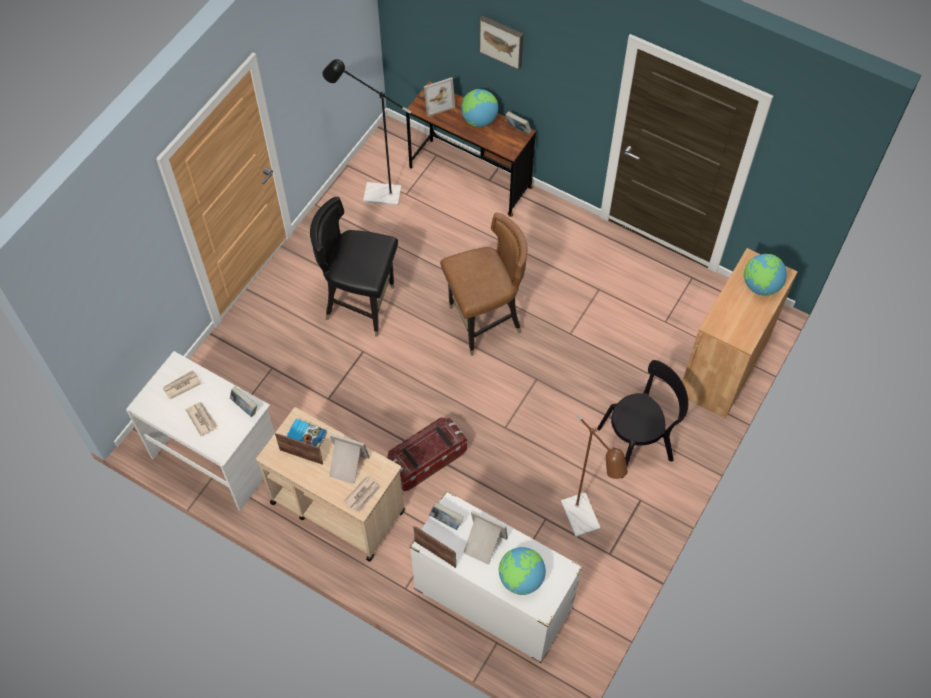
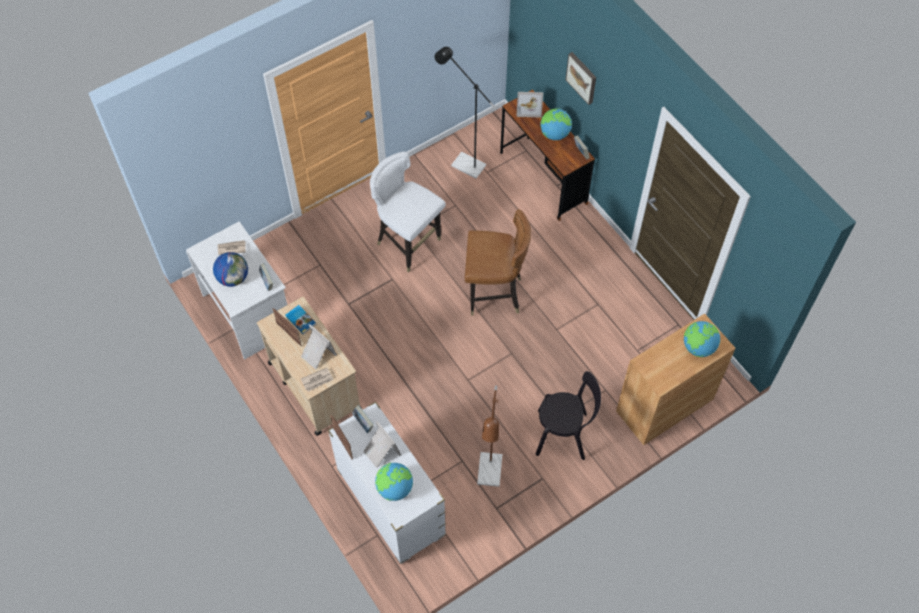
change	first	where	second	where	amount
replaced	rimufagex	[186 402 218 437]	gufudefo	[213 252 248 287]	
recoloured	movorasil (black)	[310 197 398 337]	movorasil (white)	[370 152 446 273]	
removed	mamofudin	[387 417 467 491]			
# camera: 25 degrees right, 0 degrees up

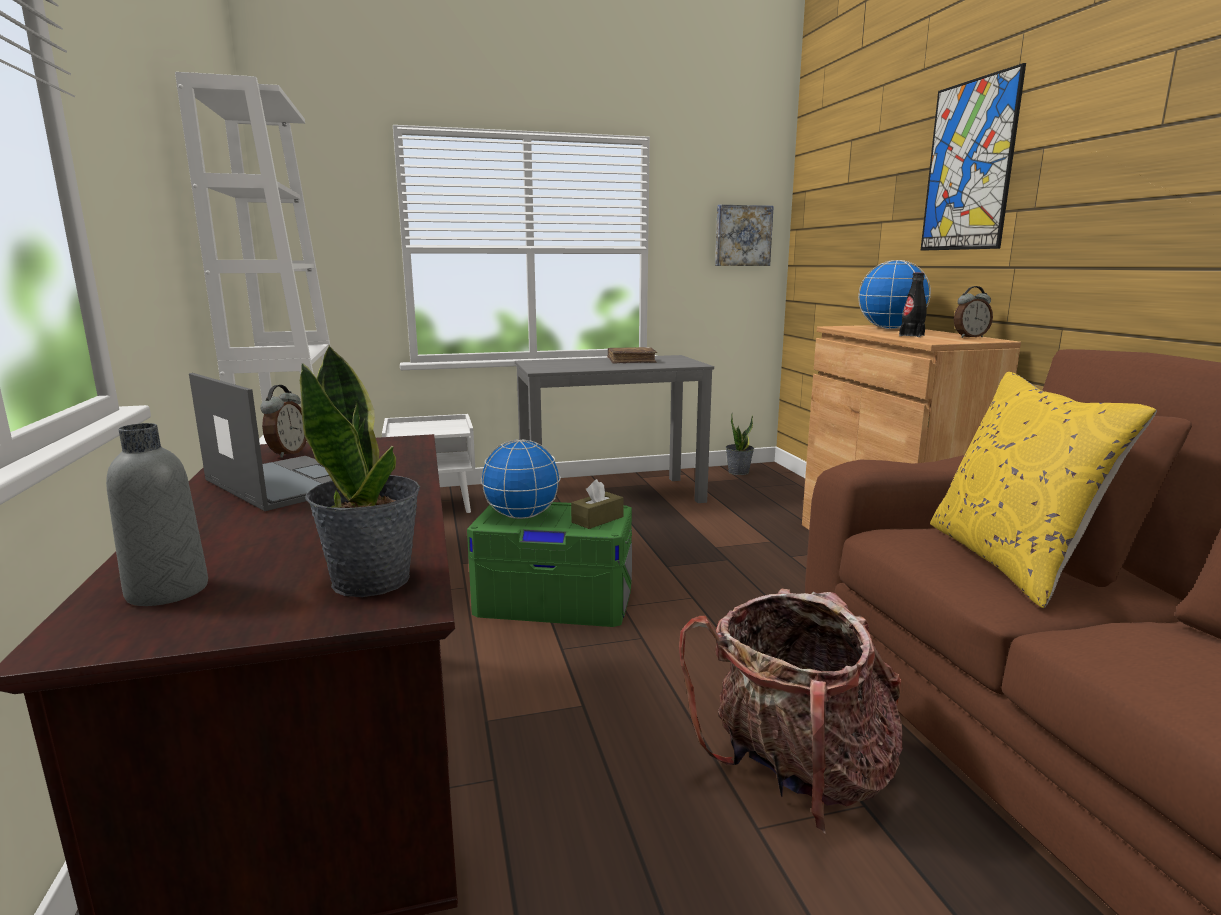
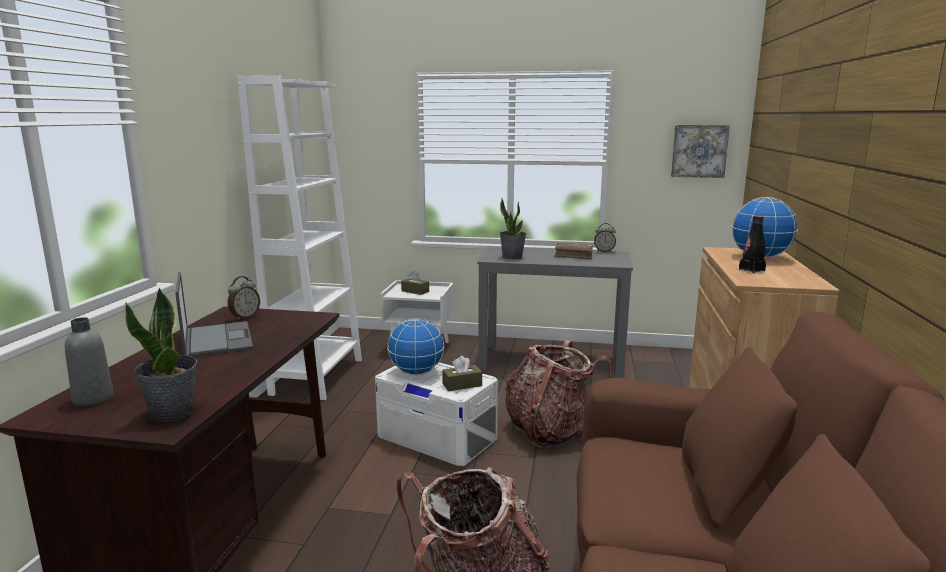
change	first	where	second	where	amount
recoloured	mamofudin (green)	[467 502 632 627]	mamofudin (white)	[375 363 498 466]	
added			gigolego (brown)	[401 271 429 295]	
moved	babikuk	[725 413 754 475]		[500 199 526 259]	
added			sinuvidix	[505 340 611 447]	
moved	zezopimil	[954 286 993 338]		[594 223 616 252]	
removed	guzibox	[921 63 1026 251]			
removed	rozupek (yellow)	[930 372 1157 608]			
# camera: 25 degrees right, 0 degrees up

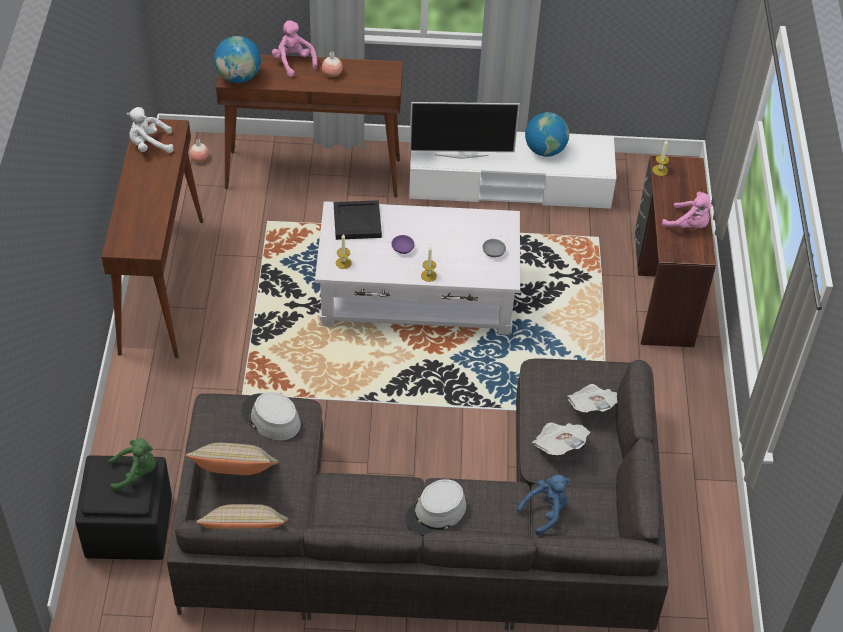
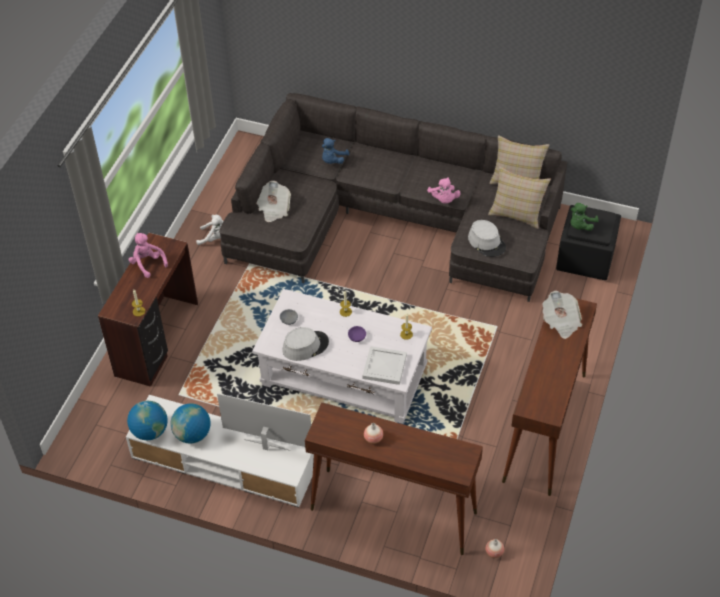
change	first	where	second	where	amount
moved	gufudefo	[214 36 261 83]		[127 401 168 440]	
moved	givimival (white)	[127 107 174 153]		[196 215 223 245]	
moved	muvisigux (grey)	[405 479 466 536]		[282 327 329 361]	
turned	givimival (blue)	[517 475 570 535]		[322 138 349 164]	45 degrees counterclockwise
recoloured	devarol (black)	[334 200 382 240]	devarol (white)	[363 346 407 385]	
moved	givimival (pink)	[272 21 317 77]		[427 177 461 204]	
moved	rimufagex	[532 422 590 455]		[542 290 582 339]	
turned	givimival (green)	[109 439 156 491]		[571 203 598 231]	60 degrees counterclockwise
# camera: 160 degrees left, 0 degrees up

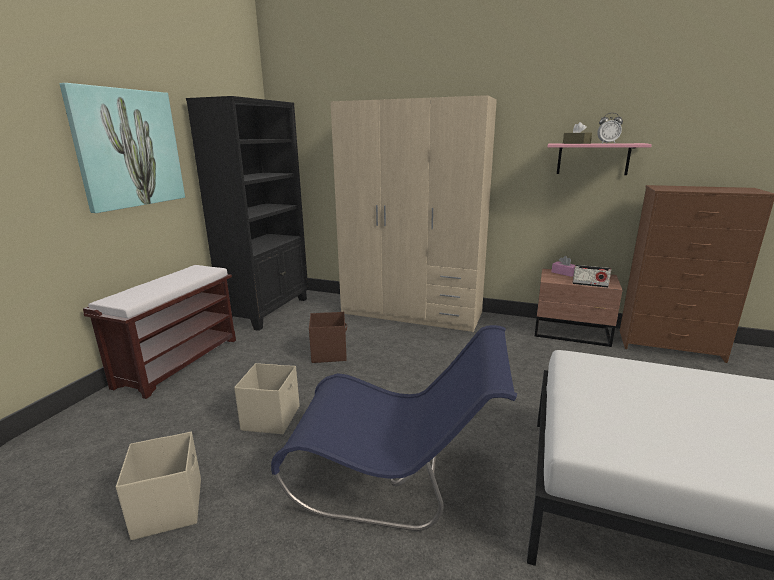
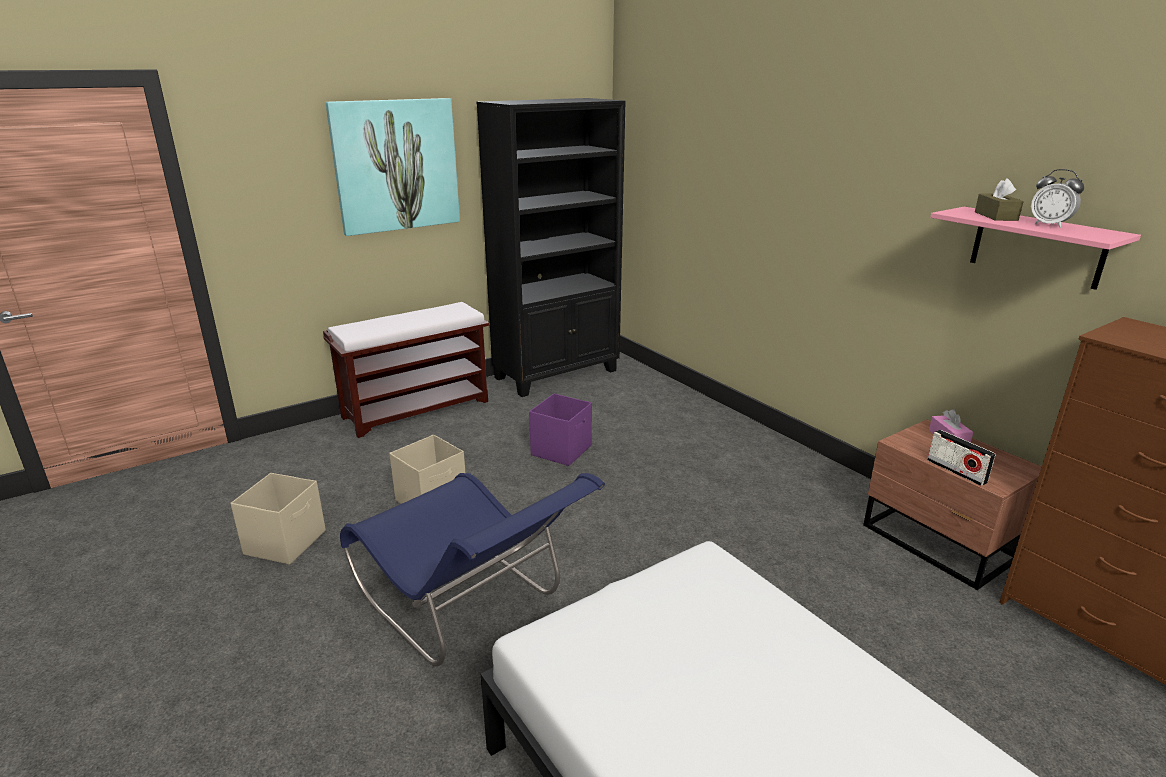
change	first	where	second	where	amount
recoloured	mamofudin (brown)	[309 312 347 363]	mamofudin (purple)	[529 394 592 466]	
removed	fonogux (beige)	[331 95 497 332]			
# camera: 35 degrees right, 5 degrees up

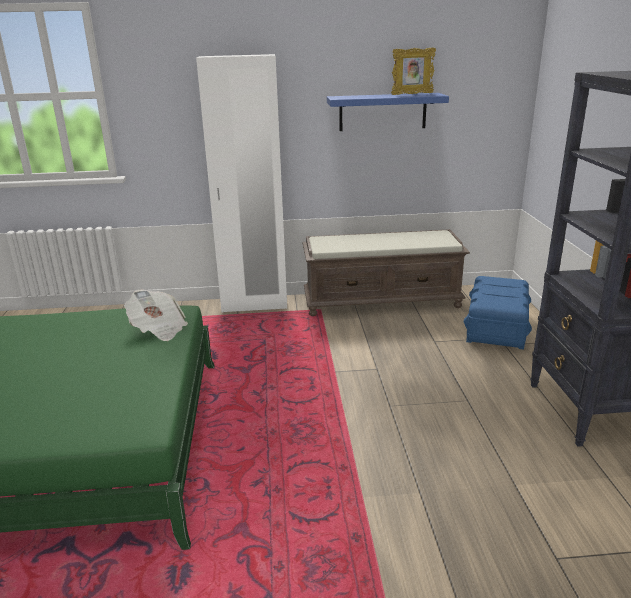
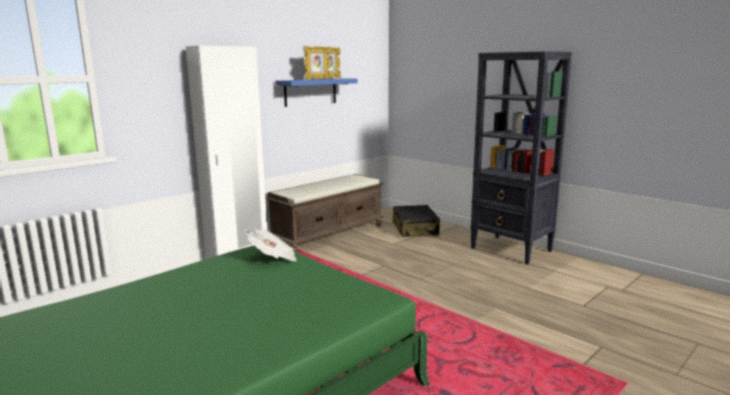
change	first	where	second	where	amount
added			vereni	[303 46 331 80]	
replaced	mamofudin (blue)	[464 276 532 350]	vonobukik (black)	[393 205 440 237]	
# camera: 40 degrees left, 10 degrees down

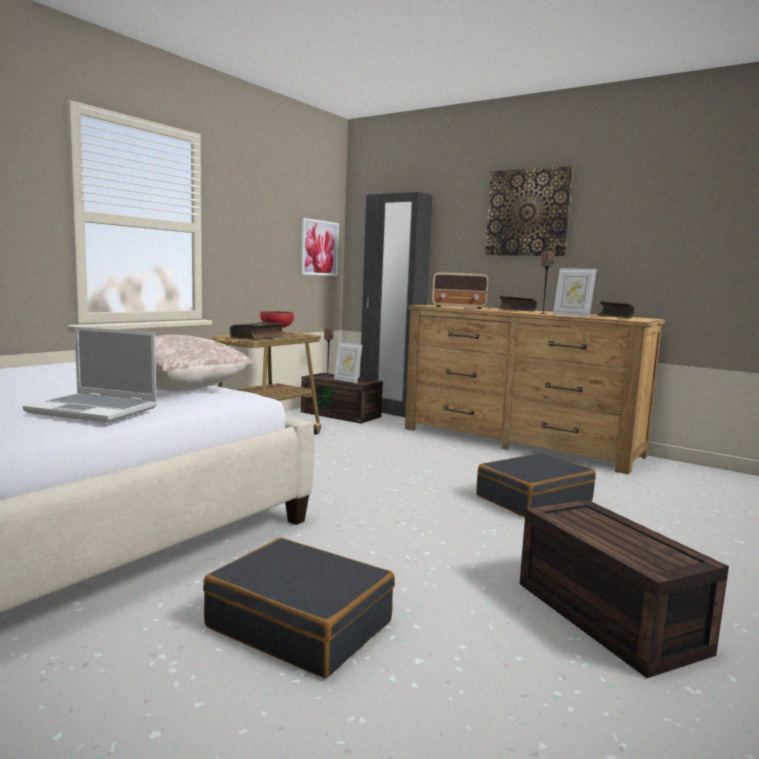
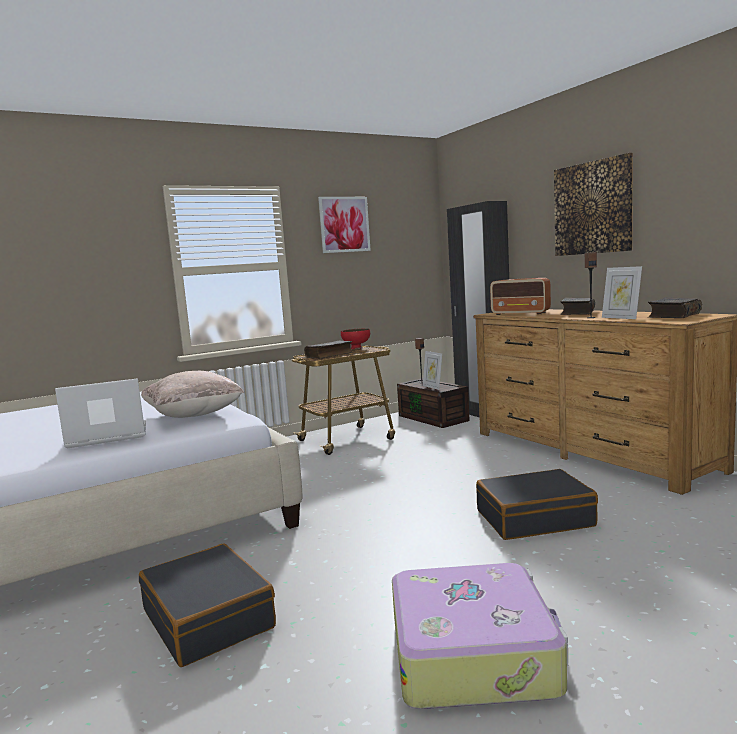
change	first	where	second	where	amount
turned	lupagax	[23 327 157 423]		[55 378 146 448]	120 degrees clockwise
moved	guzibox	[301 218 339 276]		[318 197 371 253]	
replaced	mamofudin (brown)	[520 500 729 678]	vonobukik	[392 563 568 709]	
# camera: 25 degrees right, 0 degrees up

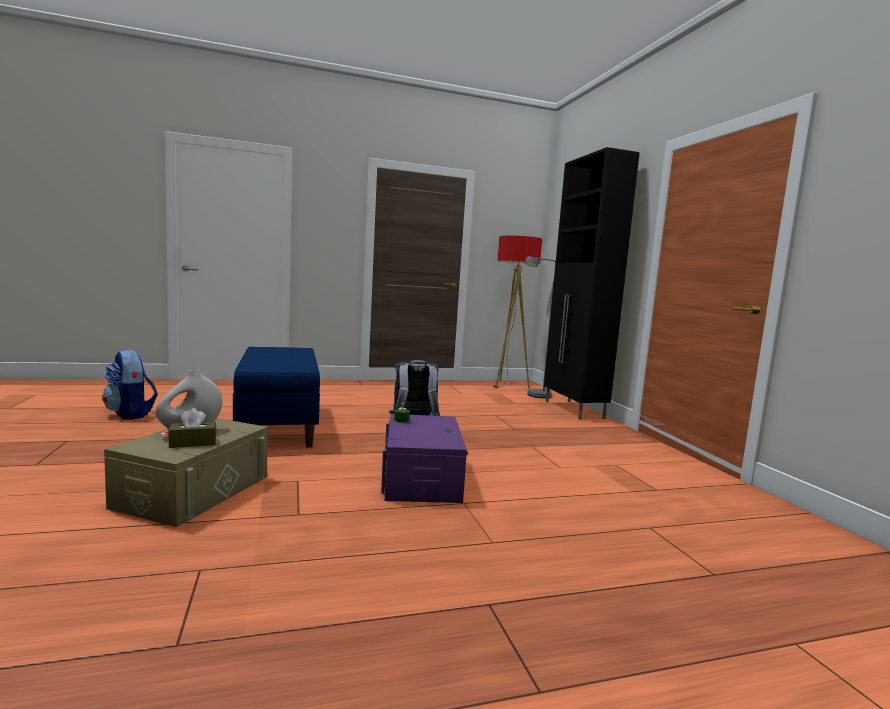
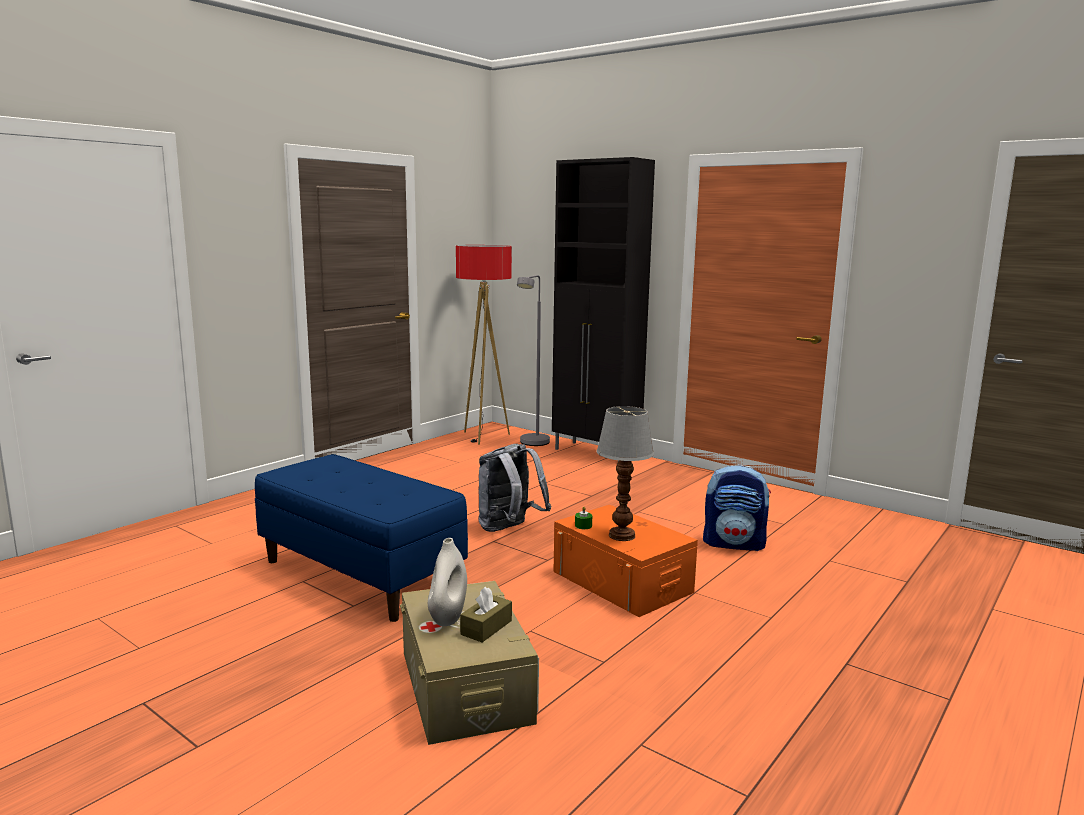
change	first	where	second	where	amount
recoloured	mamofudin (purple)	[381 414 468 503]	mamofudin (orange)	[553 505 698 617]	
added			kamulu	[596 406 654 541]	
moved	sinuvidix	[102 350 158 420]		[703 465 771 551]	
# camera: 35 degrees left, 5 degrees up

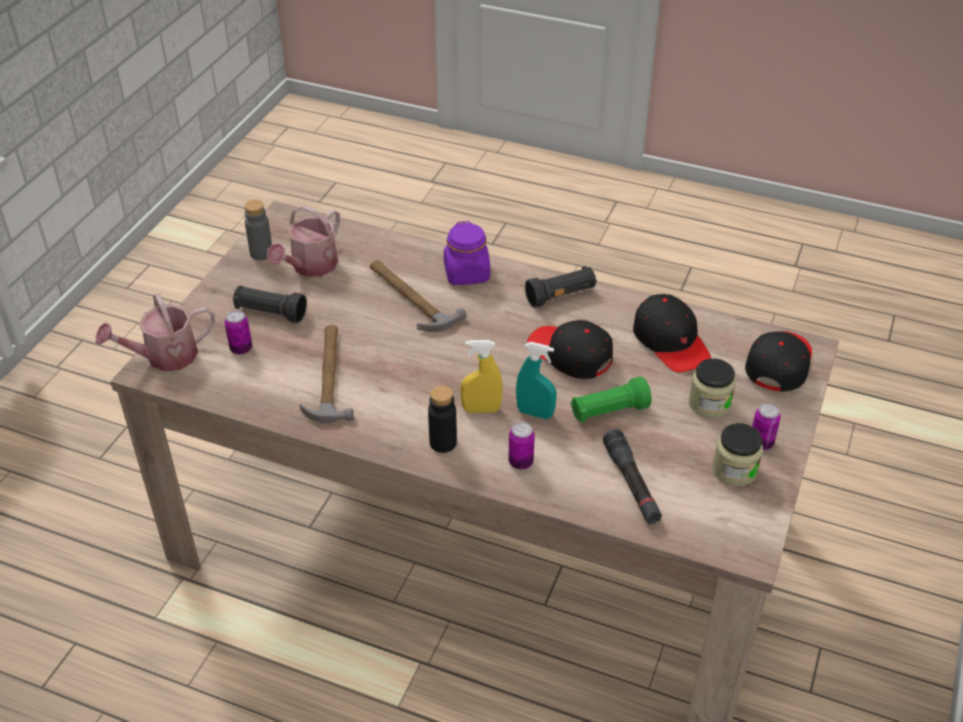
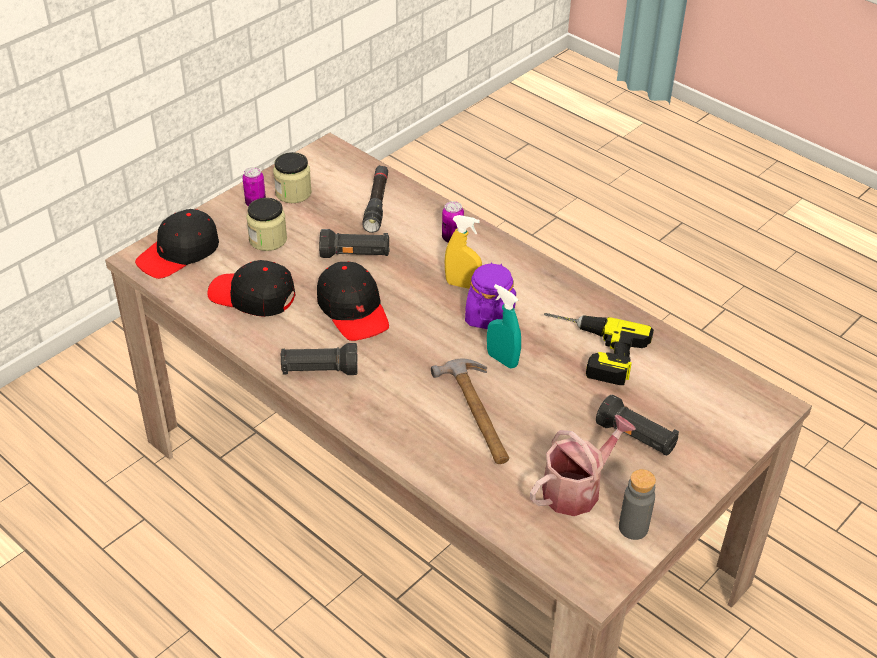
change	first	where	second	where	amount
turned	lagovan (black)	[633 294 711 372]		[207 260 295 317]	60 degrees counterclockwise
recoloured	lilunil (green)	[571 377 652 423]	lilunil (black)	[319 229 390 258]	
moved	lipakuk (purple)	[444 221 490 285]		[465 262 516 329]	
moved	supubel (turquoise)	[516 342 557 419]		[487 284 521 368]	
replaced	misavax	[300 325 353 423]	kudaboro	[544 313 654 385]	
removed	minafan	[96 294 215 371]			
removed	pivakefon	[225 310 252 355]			
removed	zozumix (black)	[428 385 457 453]			
# camera: 160 degrees left, 0 degrees up

